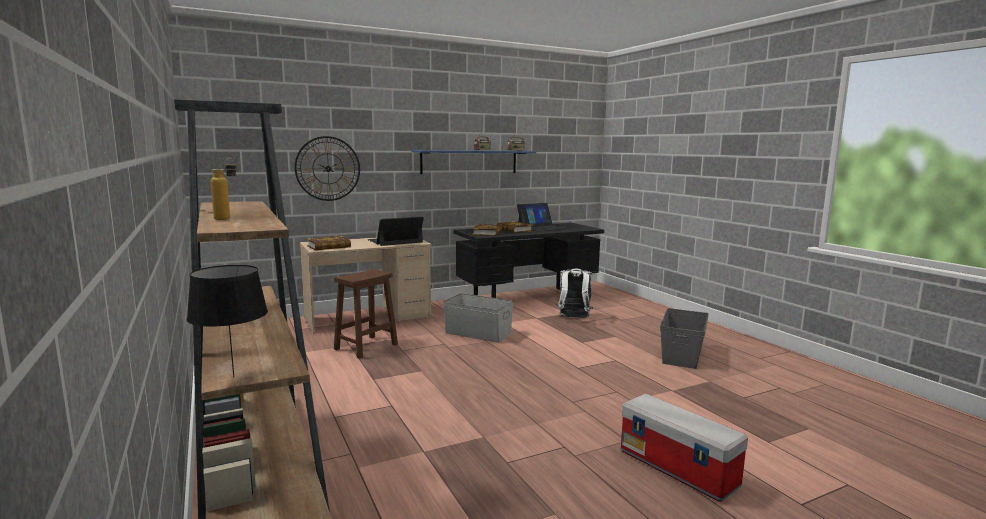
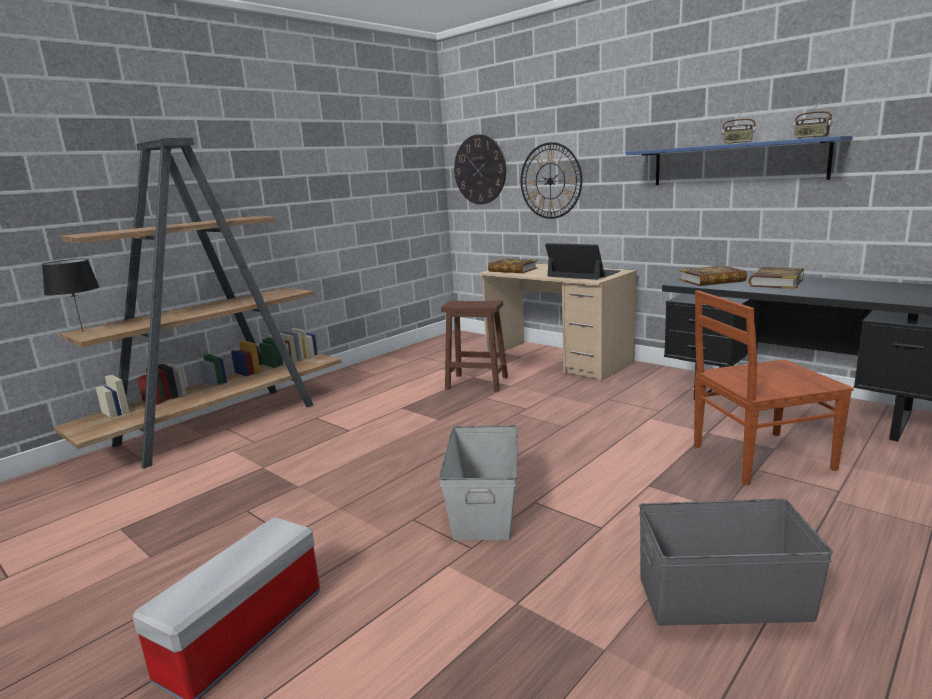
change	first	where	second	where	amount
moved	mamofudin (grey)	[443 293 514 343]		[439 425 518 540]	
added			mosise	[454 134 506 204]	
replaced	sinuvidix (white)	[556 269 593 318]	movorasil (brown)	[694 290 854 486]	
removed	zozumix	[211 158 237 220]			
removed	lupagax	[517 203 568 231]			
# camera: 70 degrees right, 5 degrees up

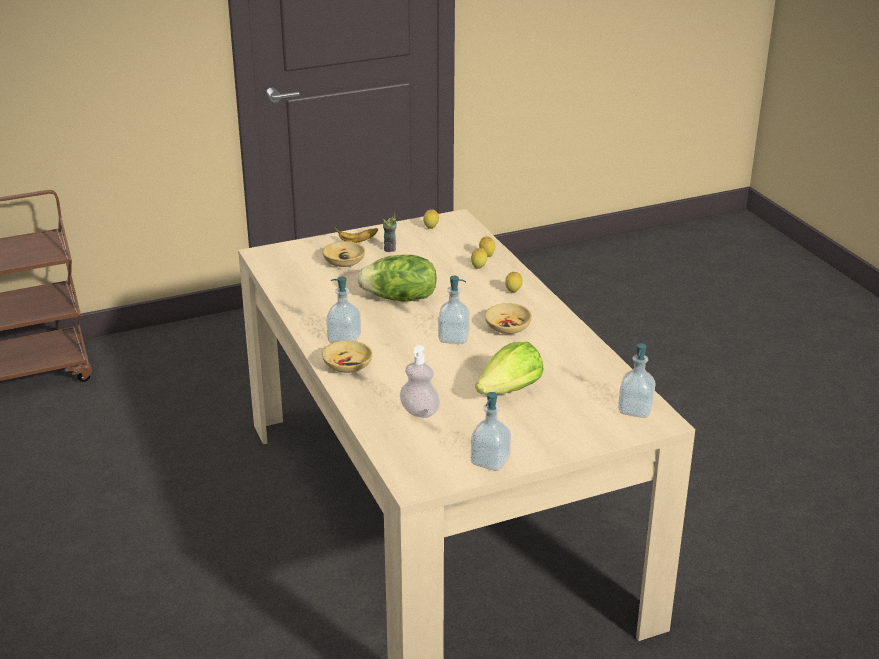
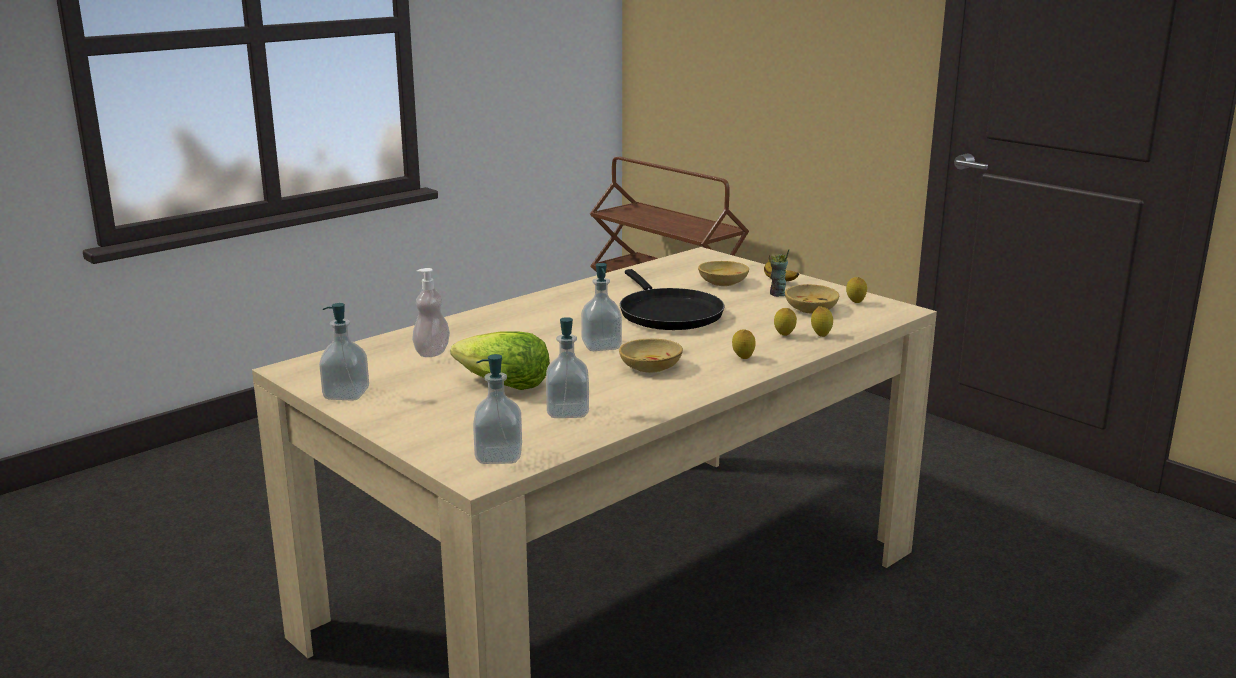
change	first	where	second	where	amount
moved	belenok	[326 277 361 343]		[546 317 589 418]	
replaced	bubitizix	[357 255 437 302]	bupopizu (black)	[620 269 724 330]	
moved	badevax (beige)	[322 340 373 373]		[785 284 839 314]	
# camera: 70 degrees right, 10 degrees down

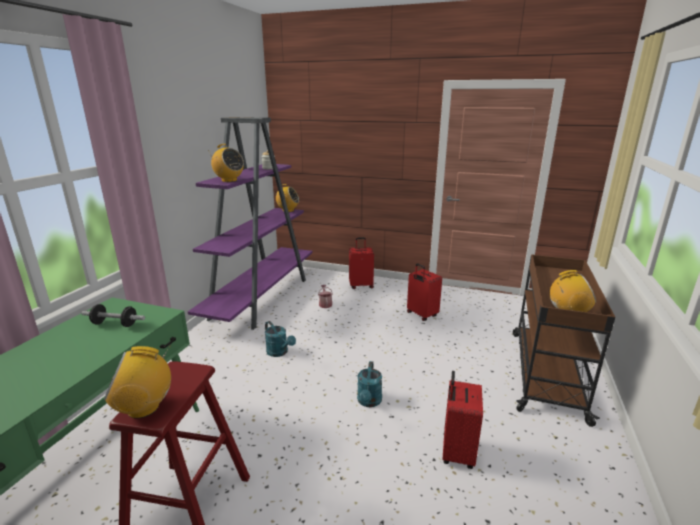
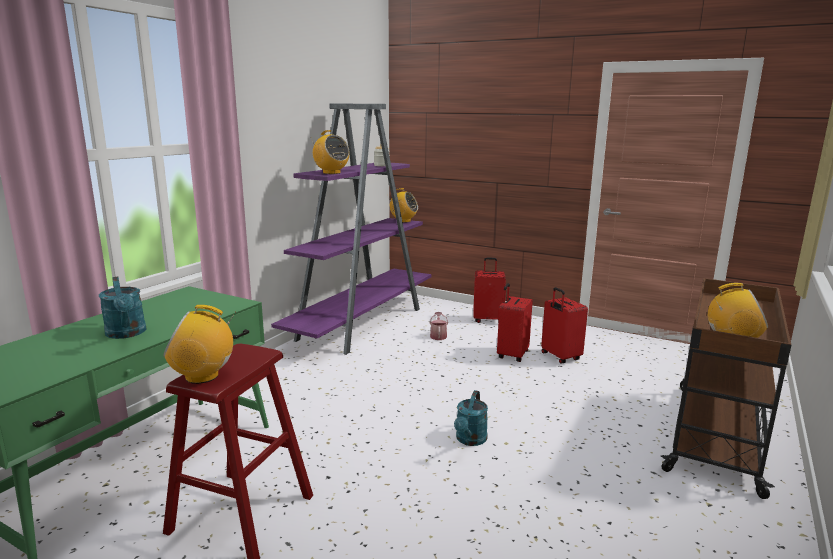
change	first	where	second	where	amount
moved	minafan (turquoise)	[265 321 296 357]		[99 277 146 339]	
moved	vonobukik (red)	[442 371 483 469]		[497 283 533 362]	
removed	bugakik	[81 304 145 327]			
# camera: 10 degrees right, 5 degrees down

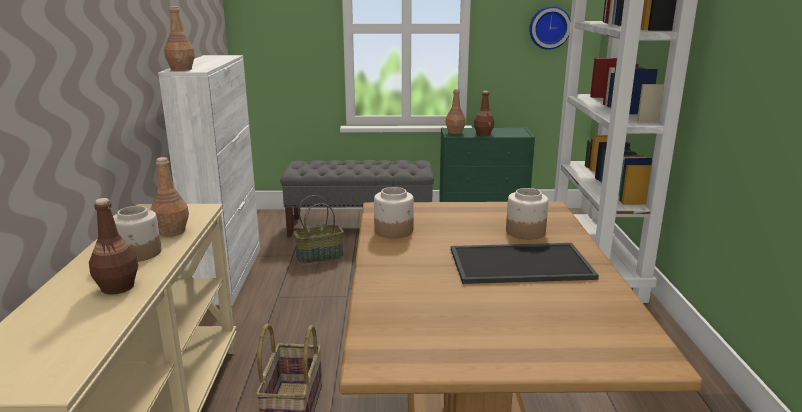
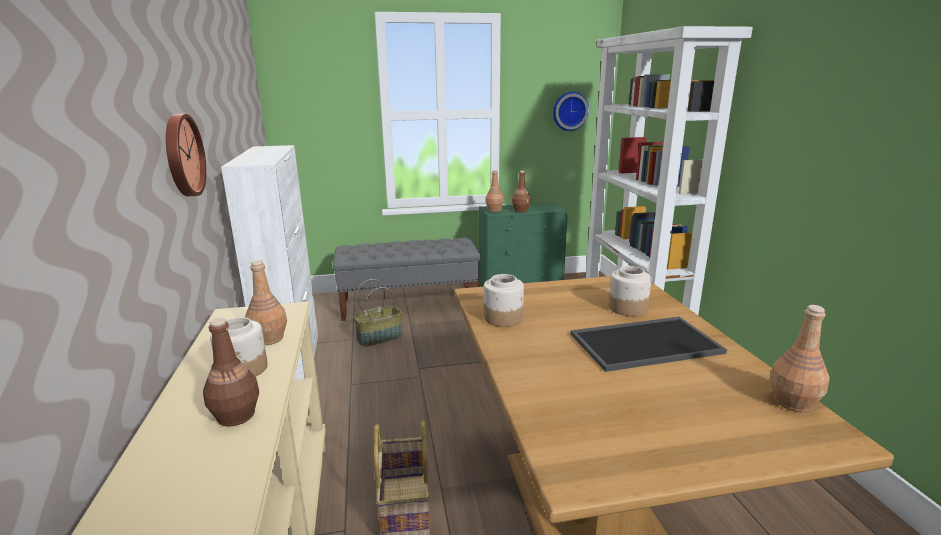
change	first	where	second	where	amount
added			mosise	[166 114 206 196]	
moved	zozumix (brown)	[164 6 195 71]		[770 305 830 412]	
# camera: 10 degrees left, 0 degrees up

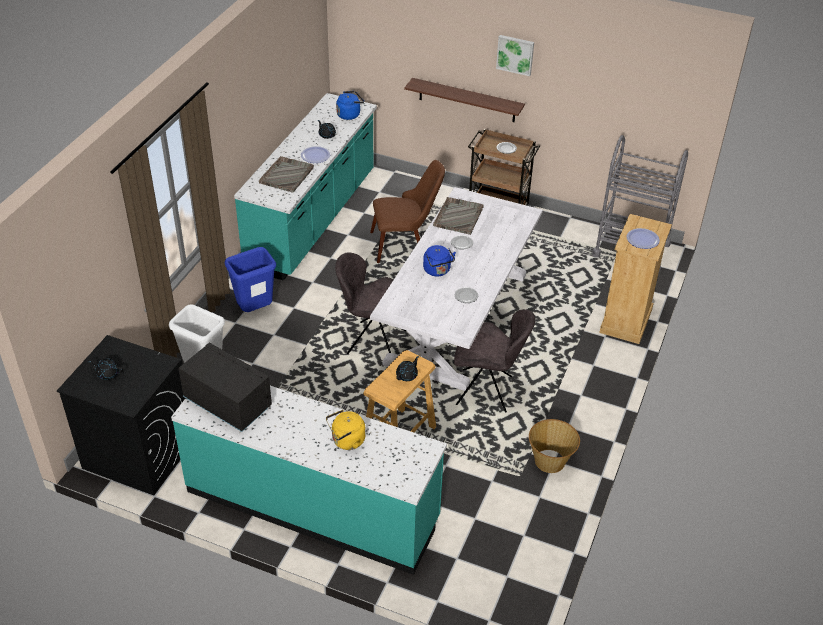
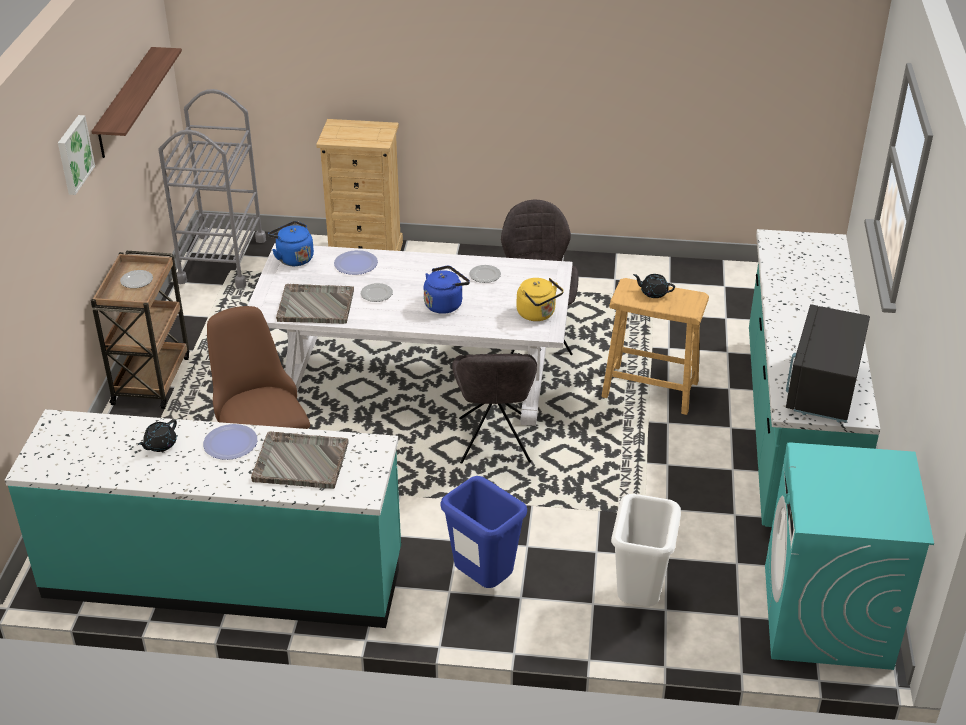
change	first	where	second	where	amount
moved	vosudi	[404 78 525 122]		[92 47 182 158]	
moved	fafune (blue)	[336 91 364 120]		[268 221 314 266]	
moved	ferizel	[627 228 660 249]		[334 250 378 275]	
moved	fafune (yellow)	[326 410 366 450]		[517 278 564 321]	
recoloured	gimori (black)	[57 335 185 495]	gimori (turquoise)	[765 442 934 670]	
removed	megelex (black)	[88 358 123 380]			
removed	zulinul	[529 419 580 473]			
# camera: 105 degrees left, 5 degrees down

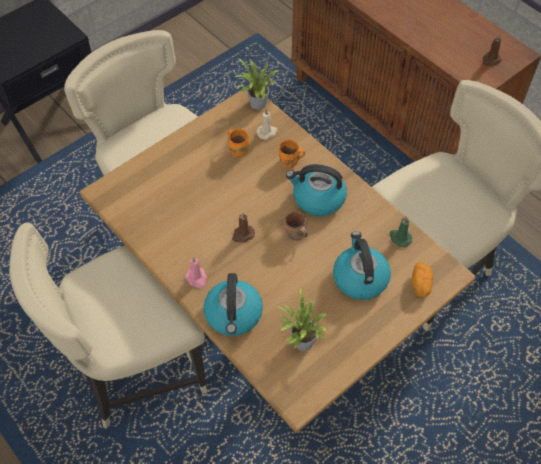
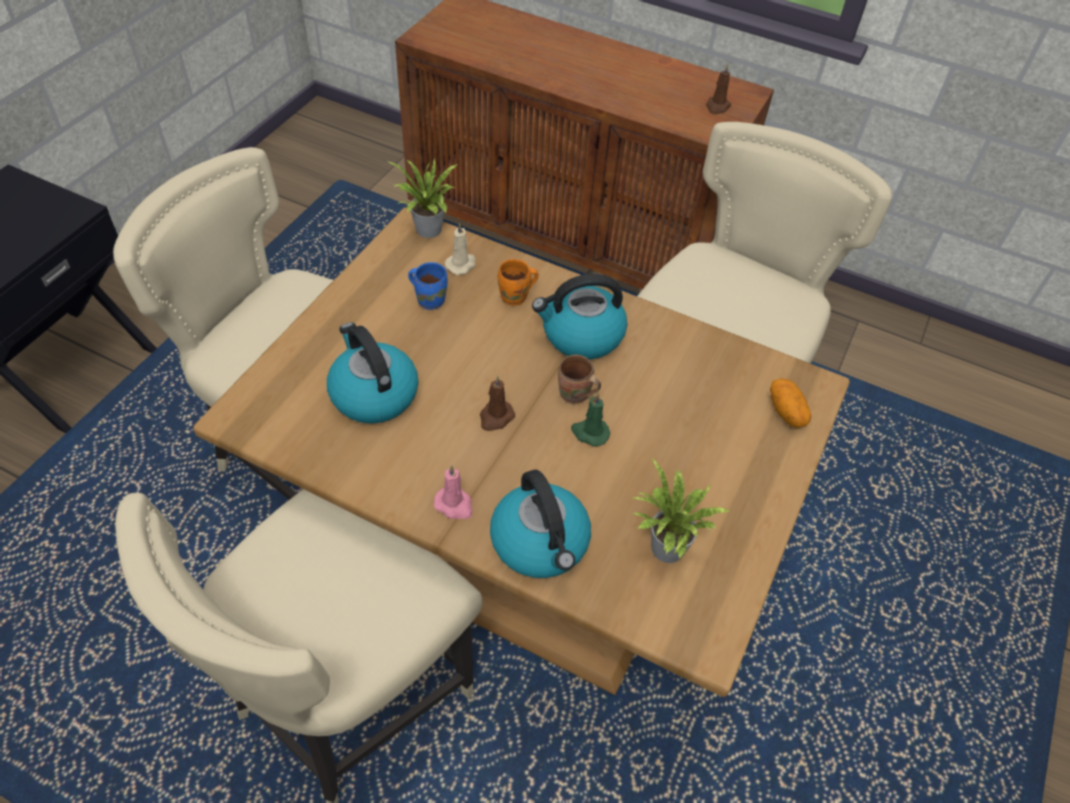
change	first	where	second	where	amount
moved	fafune	[333 231 391 300]		[327 322 418 424]	
recoloured	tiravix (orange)	[227 129 249 157]	tiravix (blue)	[408 262 448 310]	
moved	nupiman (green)	[390 217 412 247]		[571 393 610 447]	
# camera: 25 degrees left, 5 degrees down

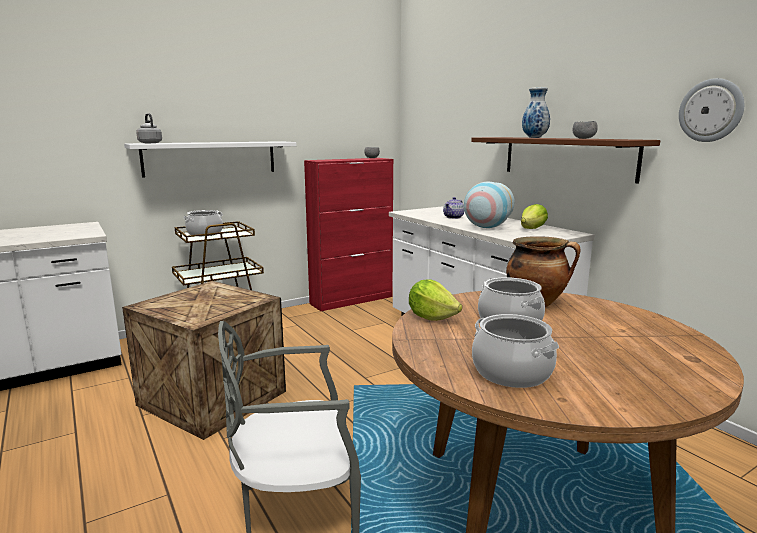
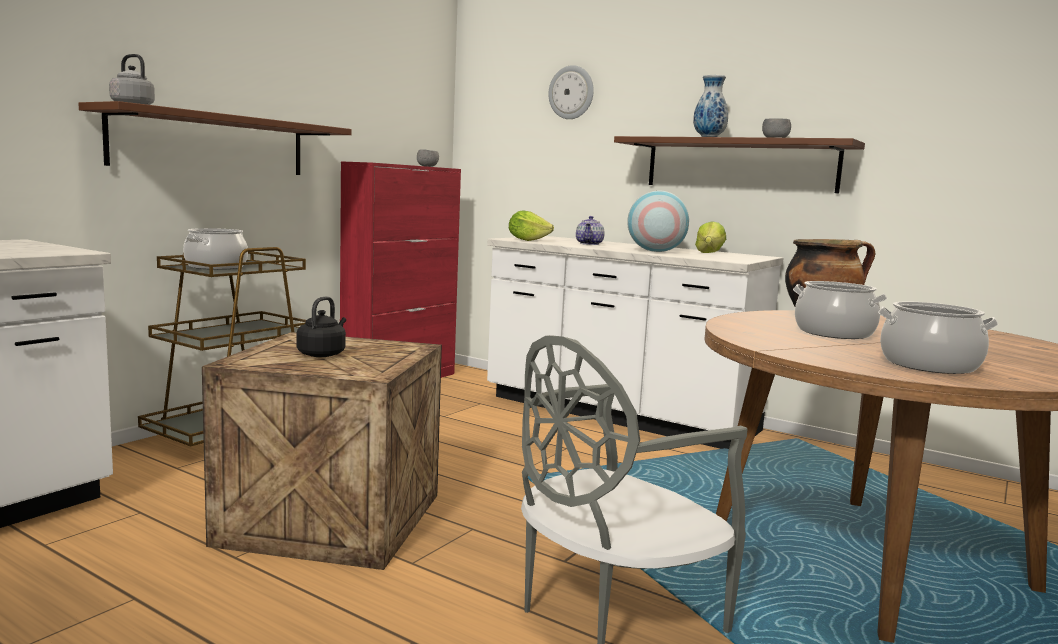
change	first	where	second	where	amount
recoloured	vosudi (white)	[124 141 297 177]	vosudi (brown)	[78 101 352 175]	
added			fafune (black)	[296 296 346 357]	
moved	bubitizix	[409 279 462 321]		[509 210 554 241]	
moved	mosise	[679 78 744 142]		[548 65 594 119]	
# camera: 25 degrees left, 5 degrees down

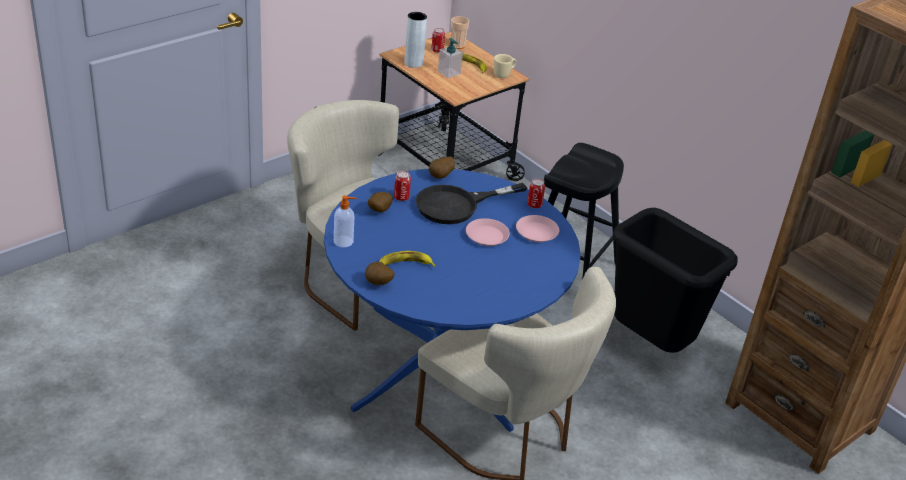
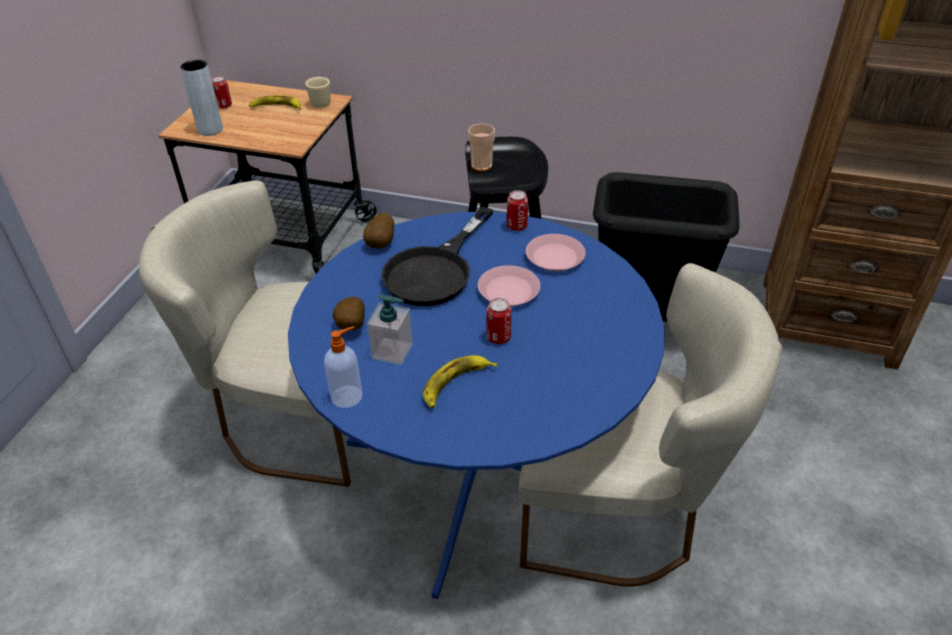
change	first	where	second	where	amount
moved	belenok	[438 38 463 78]		[367 294 413 365]	
moved	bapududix	[451 16 469 49]		[468 124 495 171]	
moved	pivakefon	[394 171 411 201]		[487 298 511 344]	
removed	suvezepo	[365 262 395 285]			
# camera: 30 degrees left, 5 degrees up

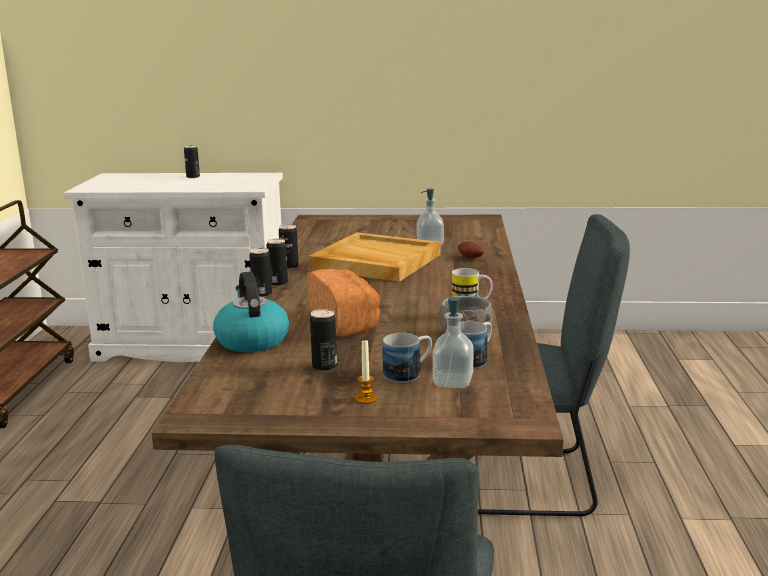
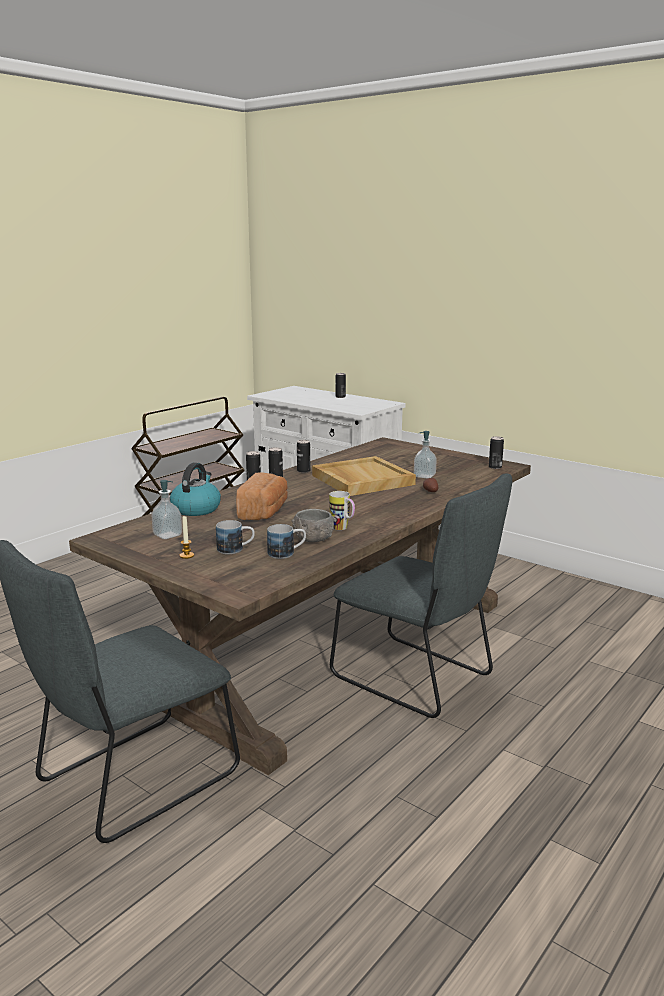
change	first	where	second	where	amount
moved	belenok	[433 297 474 388]		[151 480 182 539]	
moved	pivakefon	[310 309 337 371]		[489 436 504 469]	
# camera: 35 degrees right, 0 degrees up

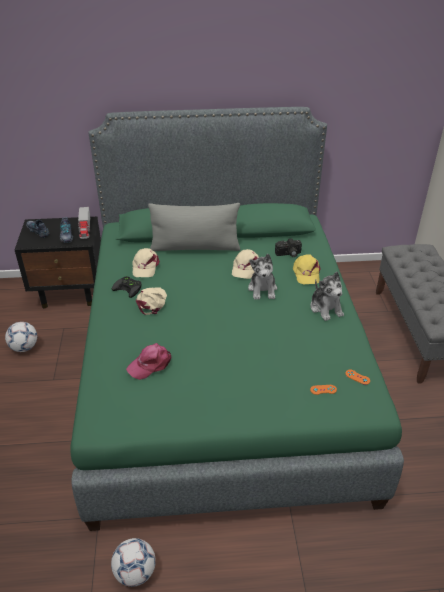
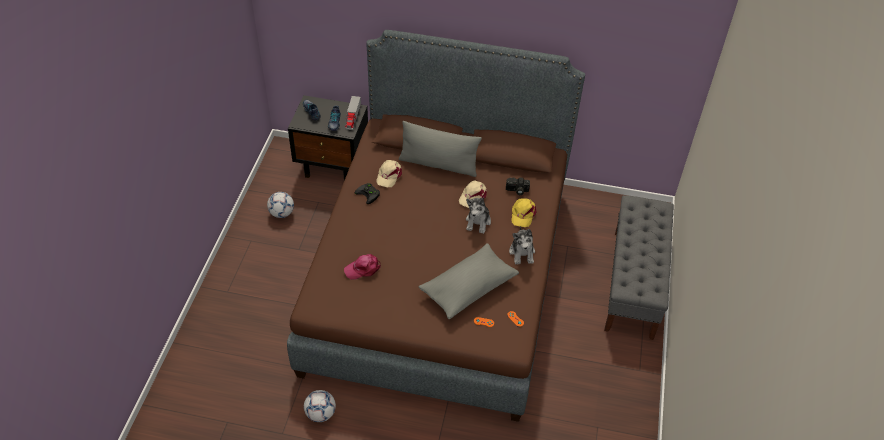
change	first	where	second	where	amount
recoloured	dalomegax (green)	[70 107 404 531]	dalomegax (brown)	[287 30 585 422]	
added			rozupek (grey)	[418 243 519 320]	
removed	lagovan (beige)	[136 287 167 315]			
# camera: 15 degrees right, 10 degrees up

